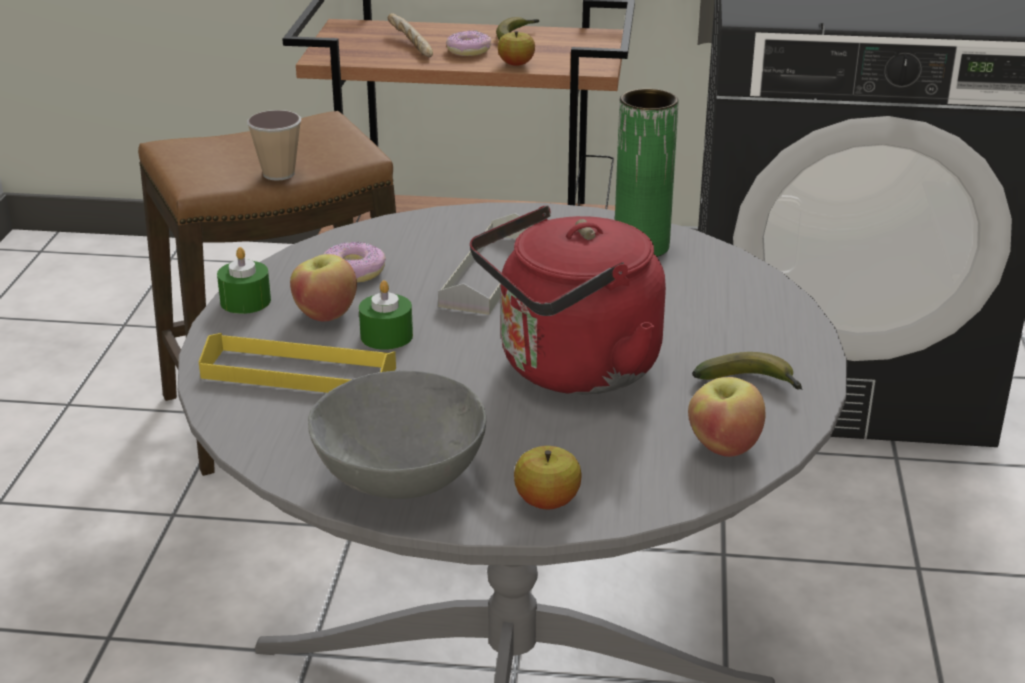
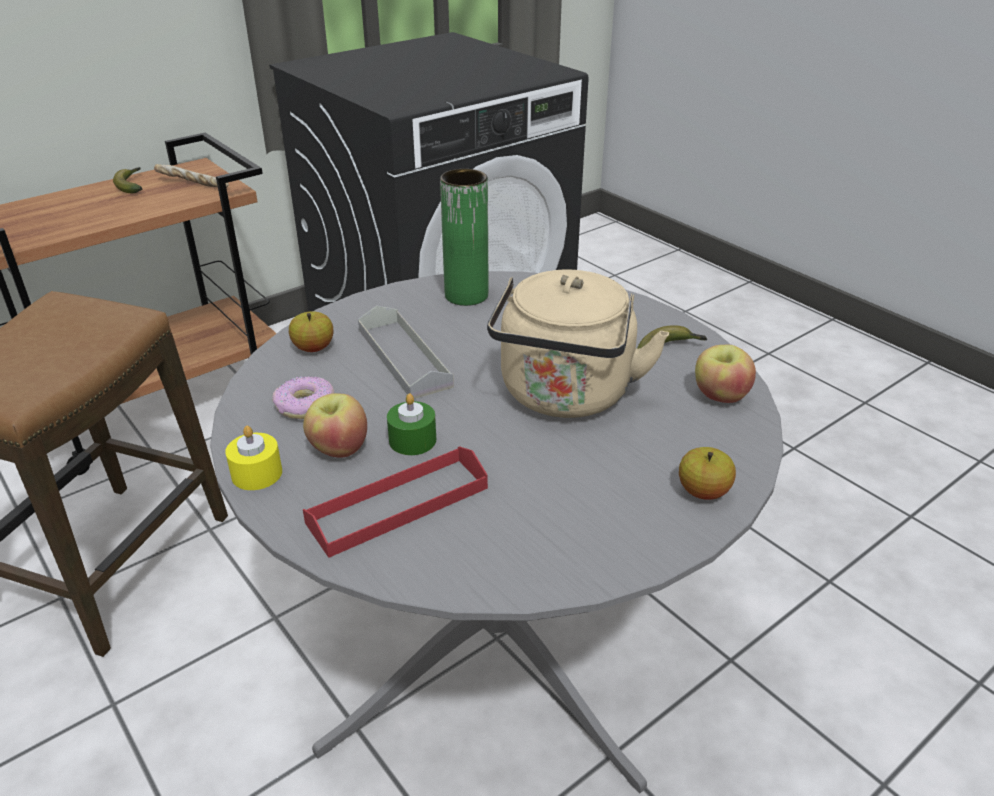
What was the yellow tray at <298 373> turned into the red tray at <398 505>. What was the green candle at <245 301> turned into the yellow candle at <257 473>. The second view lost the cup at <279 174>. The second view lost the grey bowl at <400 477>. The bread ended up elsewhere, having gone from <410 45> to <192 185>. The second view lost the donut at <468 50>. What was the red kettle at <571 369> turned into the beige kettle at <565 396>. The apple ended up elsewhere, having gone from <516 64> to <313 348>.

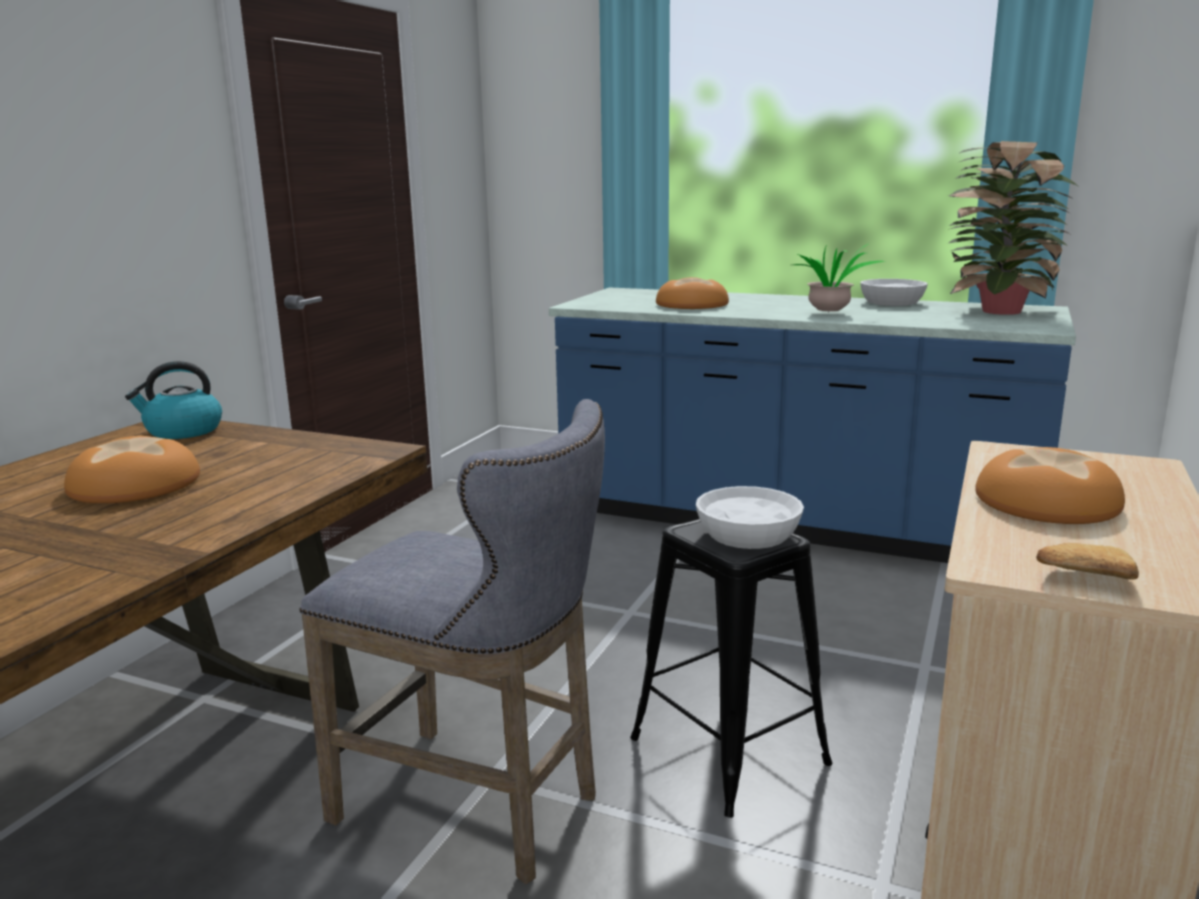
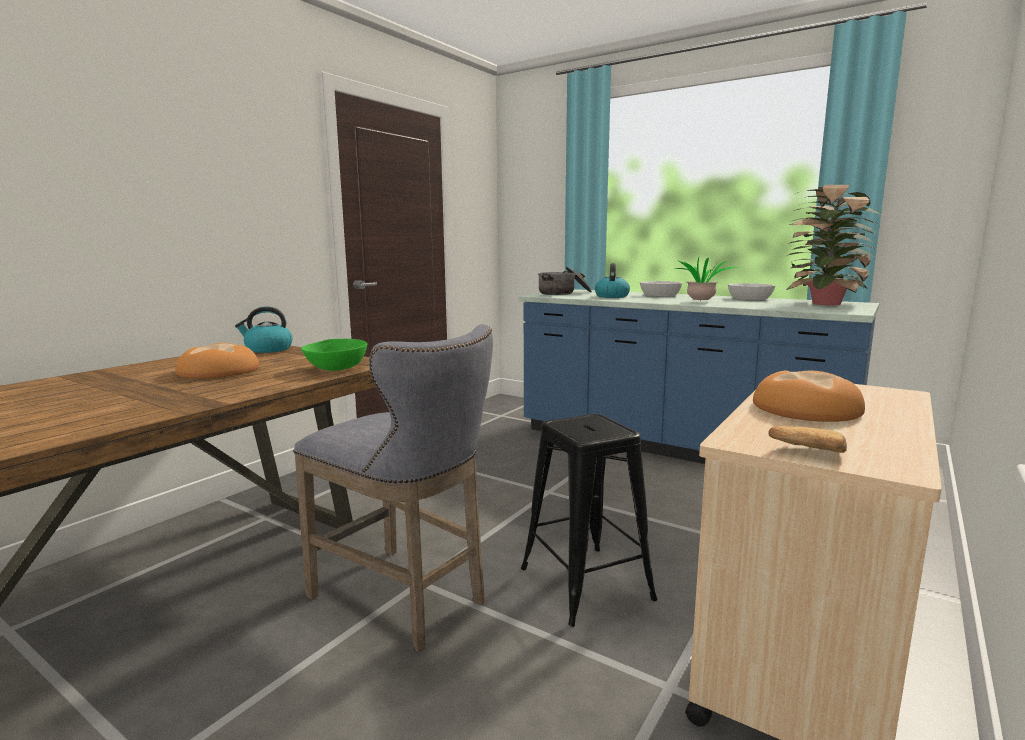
Where the bread stood at <691 304>, the kettle came to stand at <611 296>. The white bowl ended up elsewhere, having gone from <748 534> to <660 295>. The second view gained the green bowl at <336 368>. The second view gained the cooking pot at <564 293>.

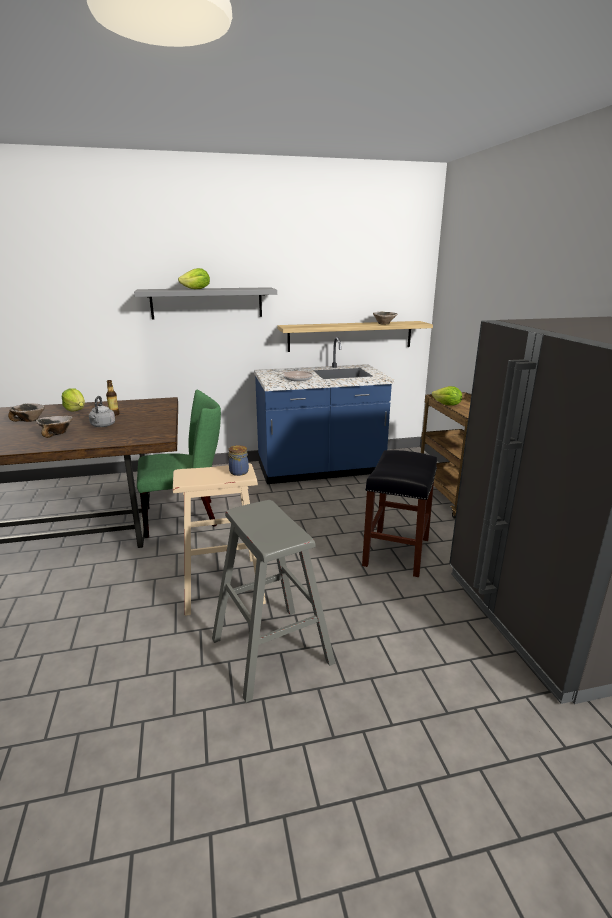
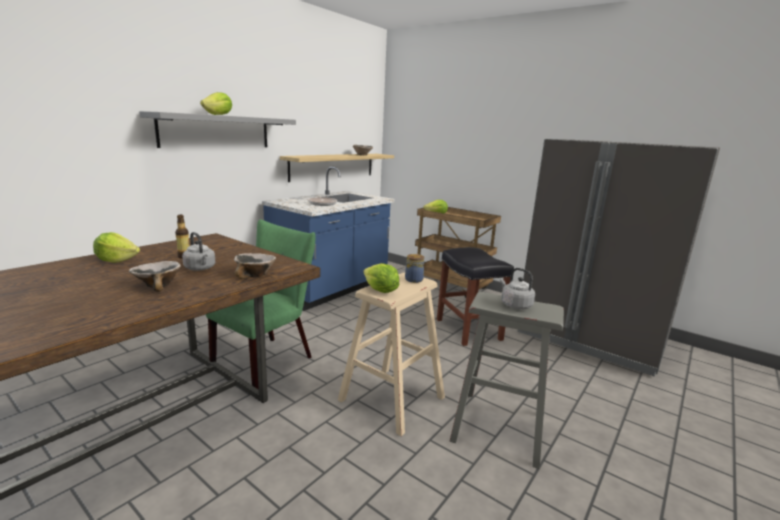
The bowl ended up elsewhere, having gone from <30 420> to <255 274>. The second view gained the lettuce at <380 291>. The second view gained the grey kettle at <514 305>.

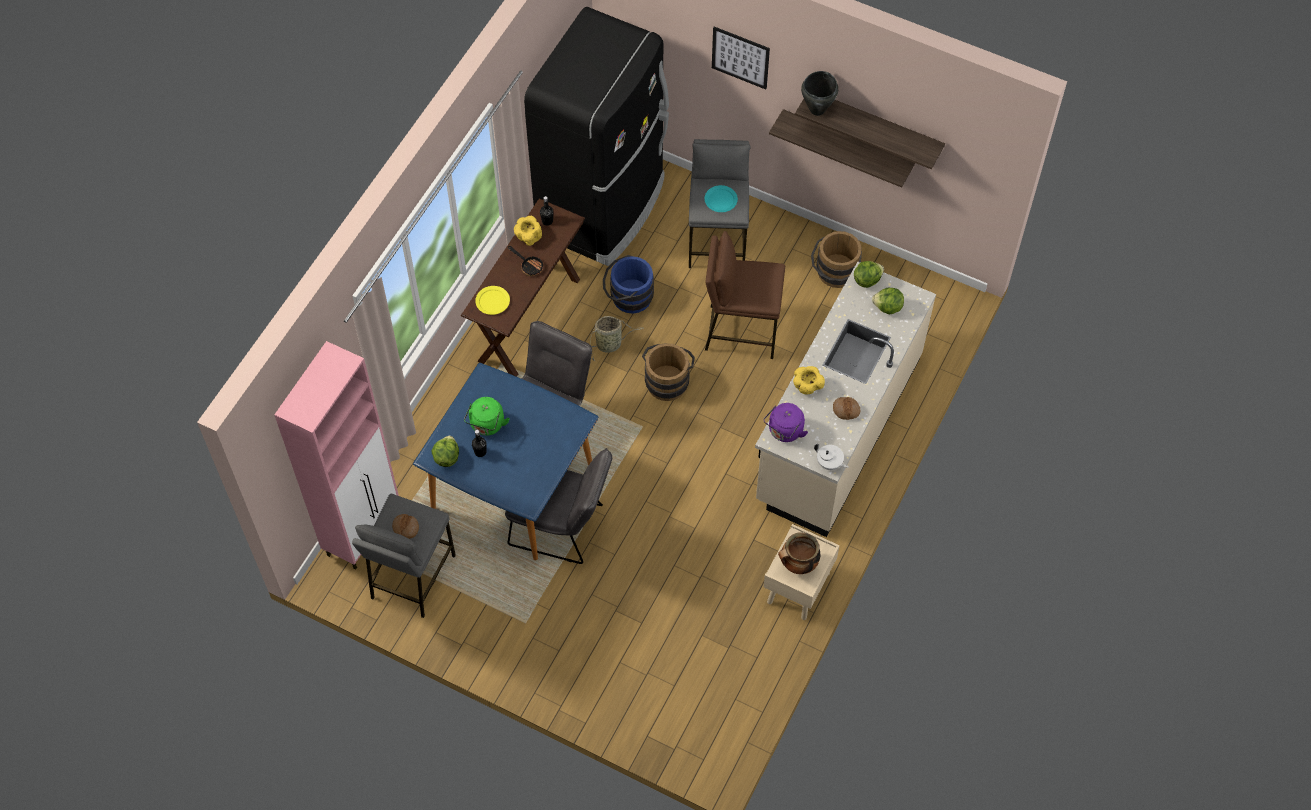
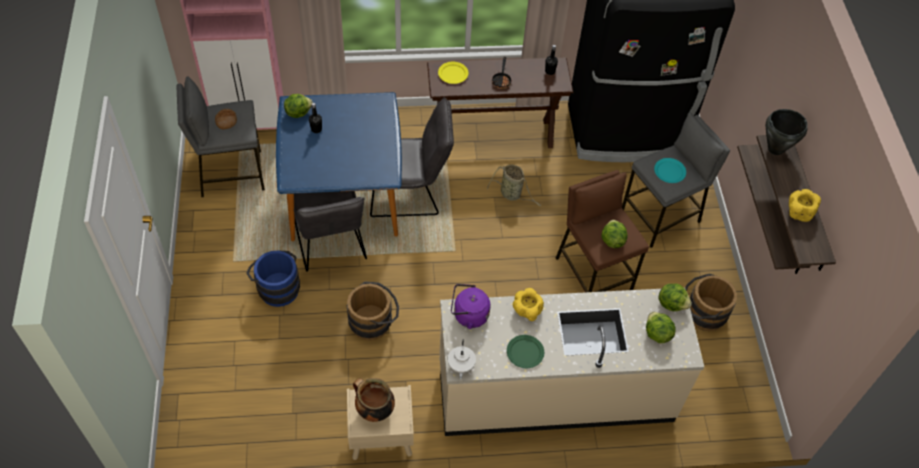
The second view lost the green kettle at <487 425>. The yellow bowl ended up elsewhere, having gone from <528 237> to <799 212>. The blue bucket ended up elsewhere, having gone from <627 297> to <277 287>. The brown bucket ended up elsewhere, having gone from <667 379> to <374 321>. The second view lost the picture at <740 57>. Where the bread stood at <846 410>, the green plate came to stand at <525 352>. The second view gained the lettuce at <612 240>.

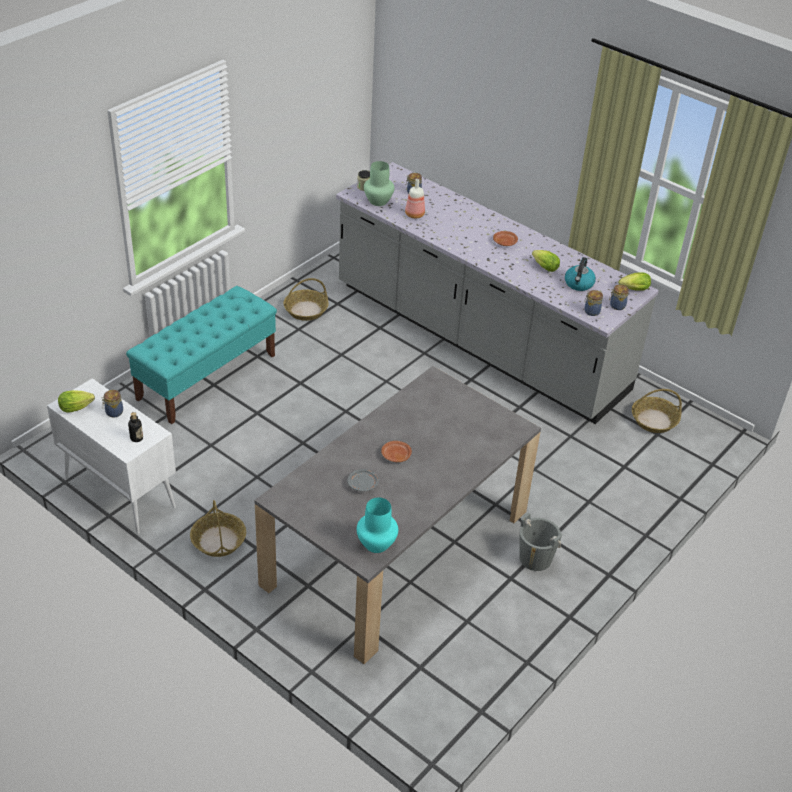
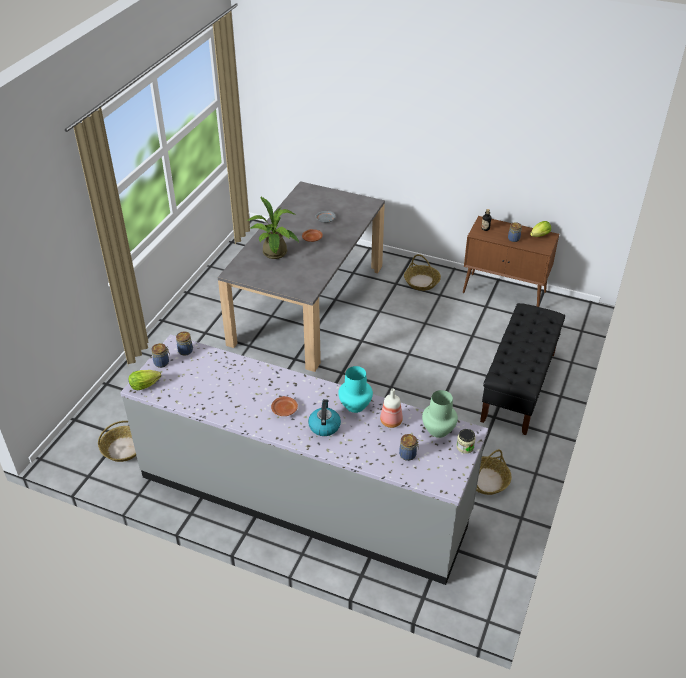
What was the white cabinet at <119 492> turned into the brown cabinet at <505 292>. What was the turquoise bench at <207 376> turned into the black bench at <518 387>. The turquoise vase ended up elsewhere, having gone from <375 544> to <355 405>. The second view lost the grey bucket at <535 558>. The second view lost the lettuce at <543 267>. The kettle ended up elsewhere, having gone from <579 284> to <324 426>. The second view gained the potted plant at <275 255>.

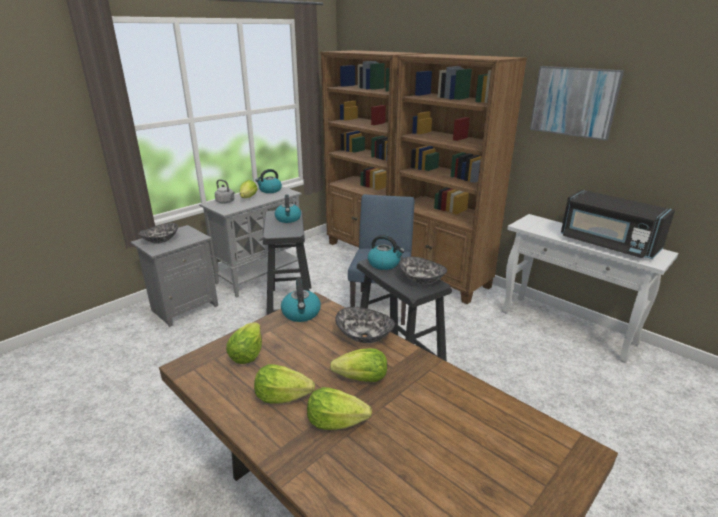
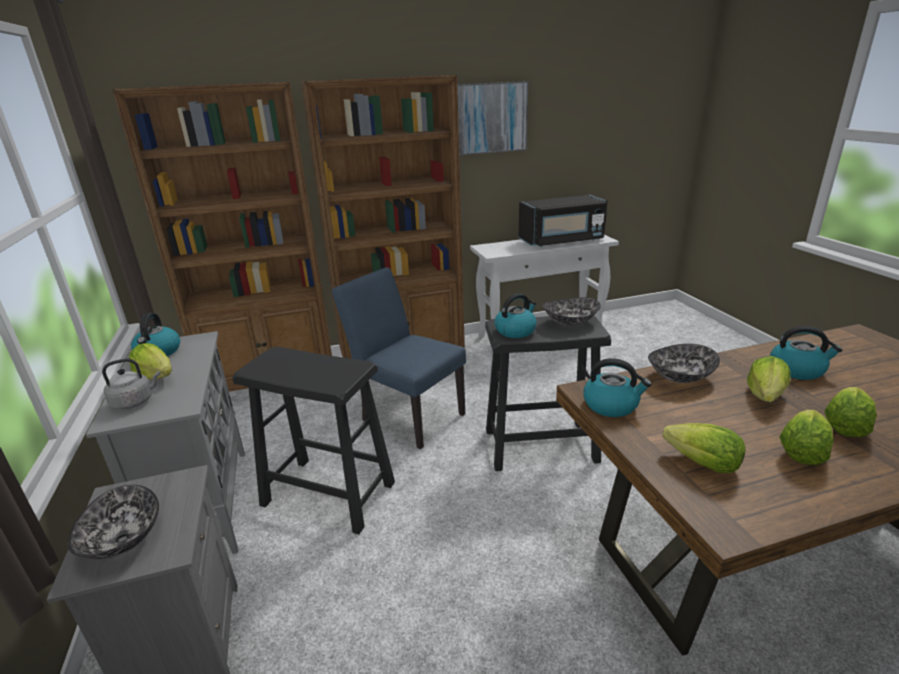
The kettle ended up elsewhere, having gone from <288 219> to <797 370>.

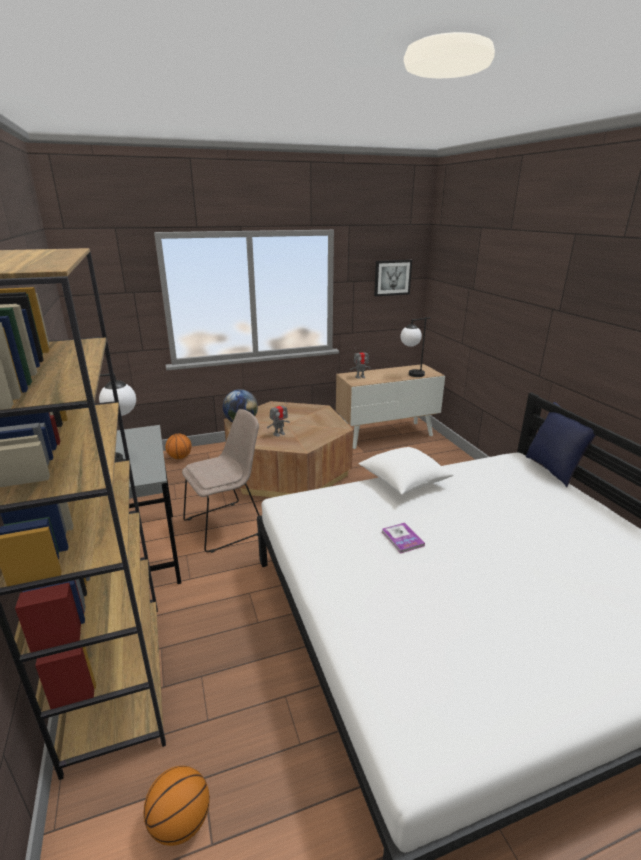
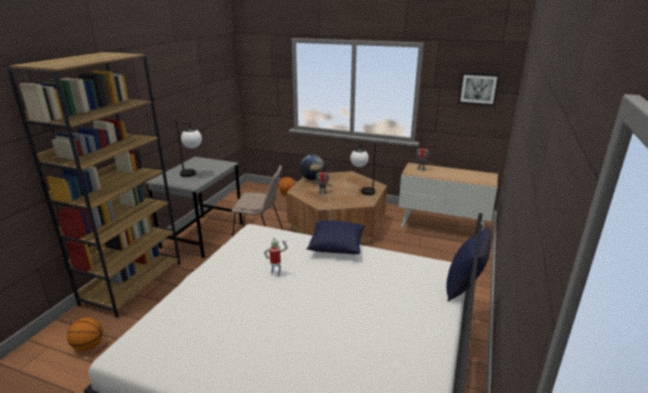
What was the white pillow at <403 481> turned into the blue pillow at <336 246>. Where the book stood at <402 538>, the toy robot came to stand at <276 274>. The table lamp ended up elsewhere, having gone from <411 375> to <362 192>.

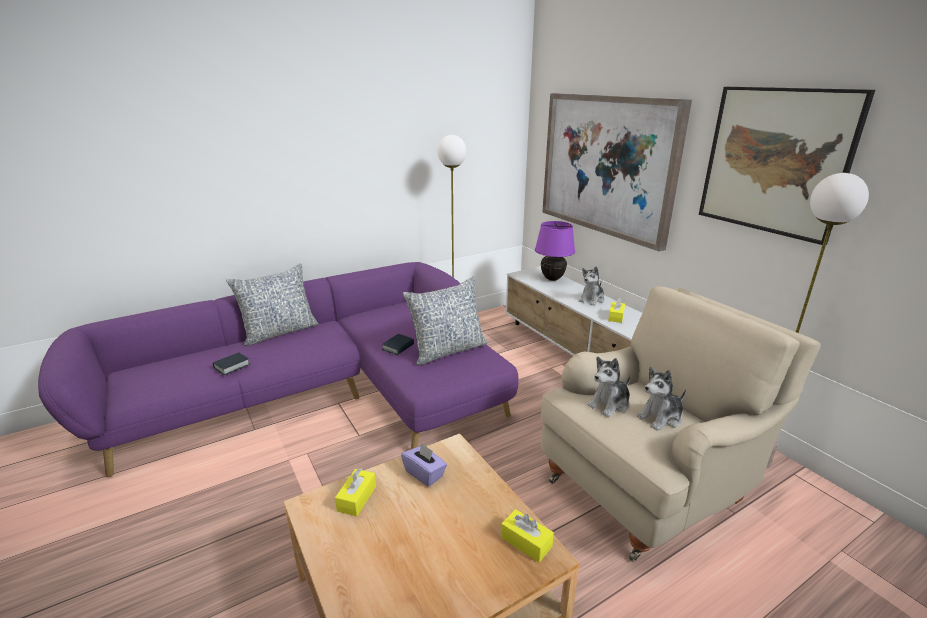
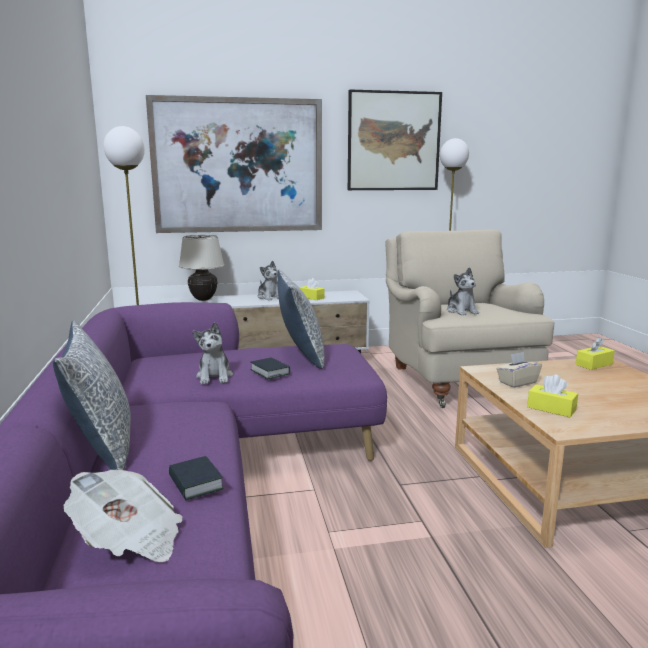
What was the purple tissue box at <424 474> turned into the beige tissue box at <517 382>. What was the purple table lamp at <552 279> turned into the beige table lamp at <203 299>. The plush toy ended up elsewhere, having gone from <661 417> to <215 376>. The second view gained the newspaper at <129 540>.

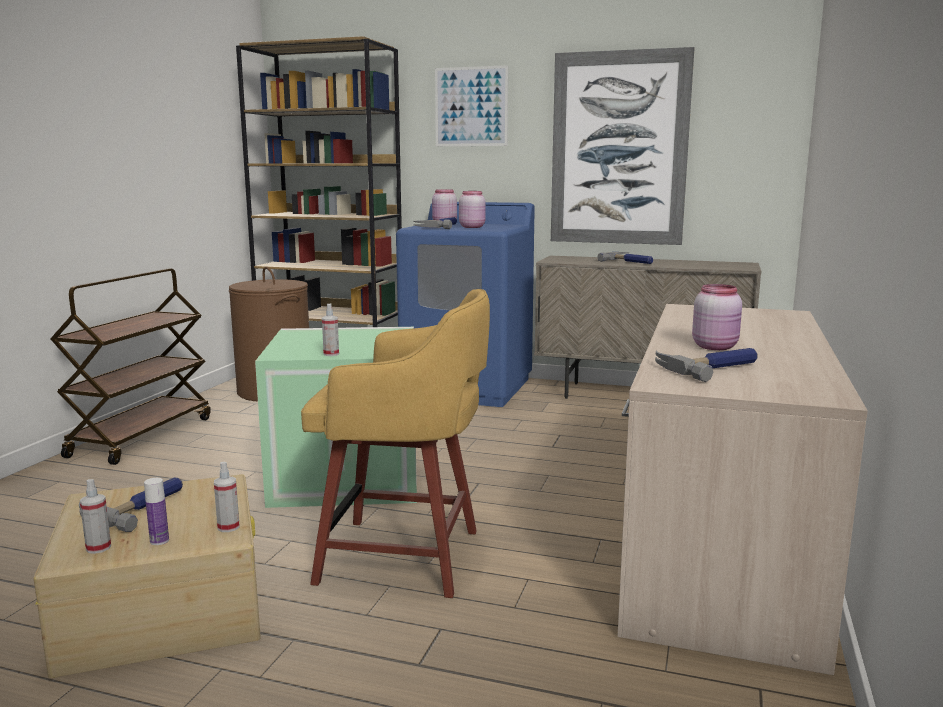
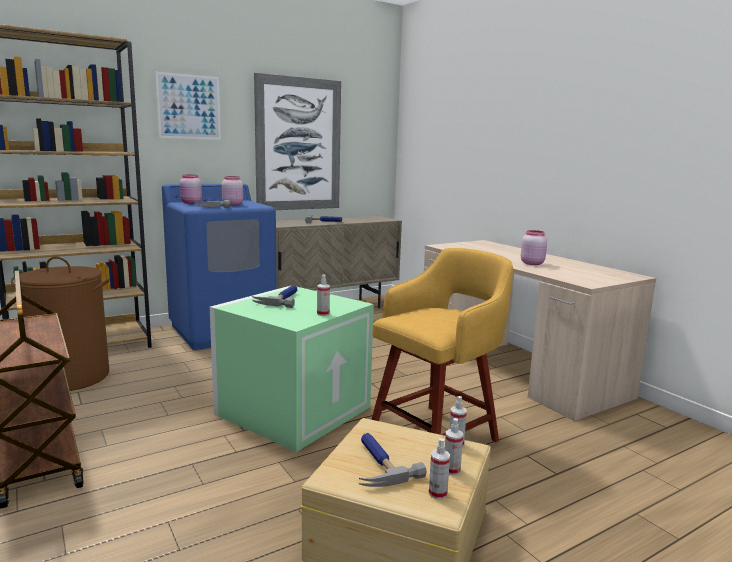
Where the bottle stood at <159 541>, the spray bottle came to stand at <451 470>. The hammer ended up elsewhere, having gone from <711 367> to <281 299>.

